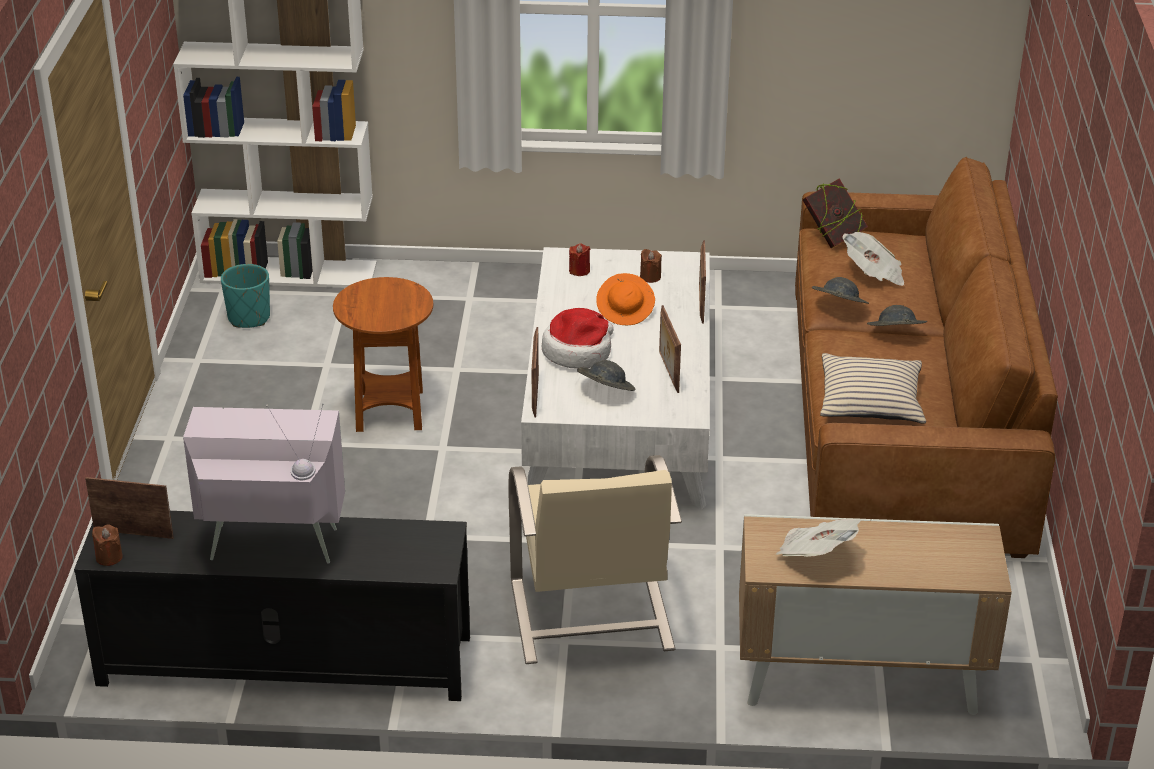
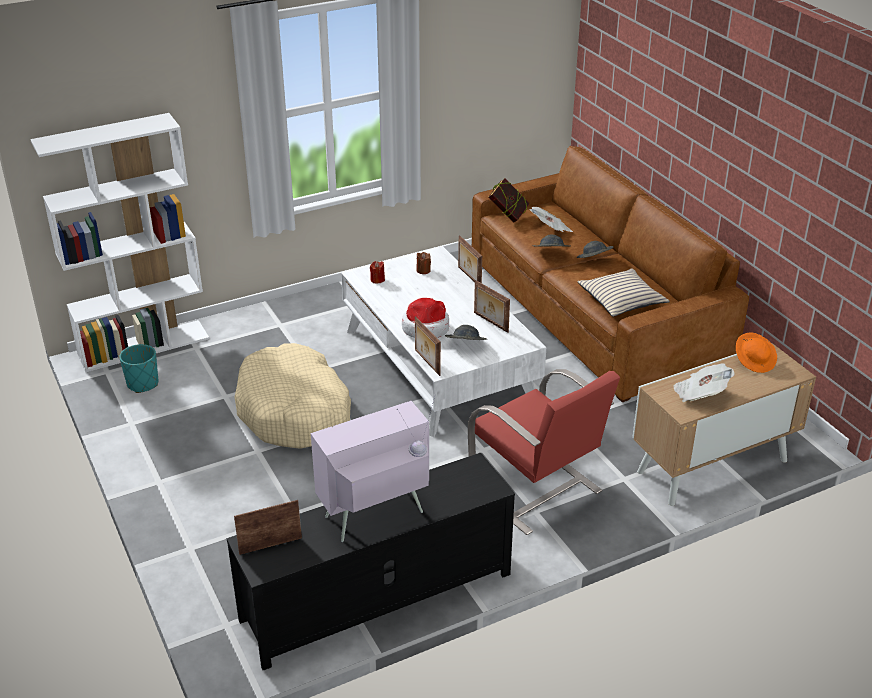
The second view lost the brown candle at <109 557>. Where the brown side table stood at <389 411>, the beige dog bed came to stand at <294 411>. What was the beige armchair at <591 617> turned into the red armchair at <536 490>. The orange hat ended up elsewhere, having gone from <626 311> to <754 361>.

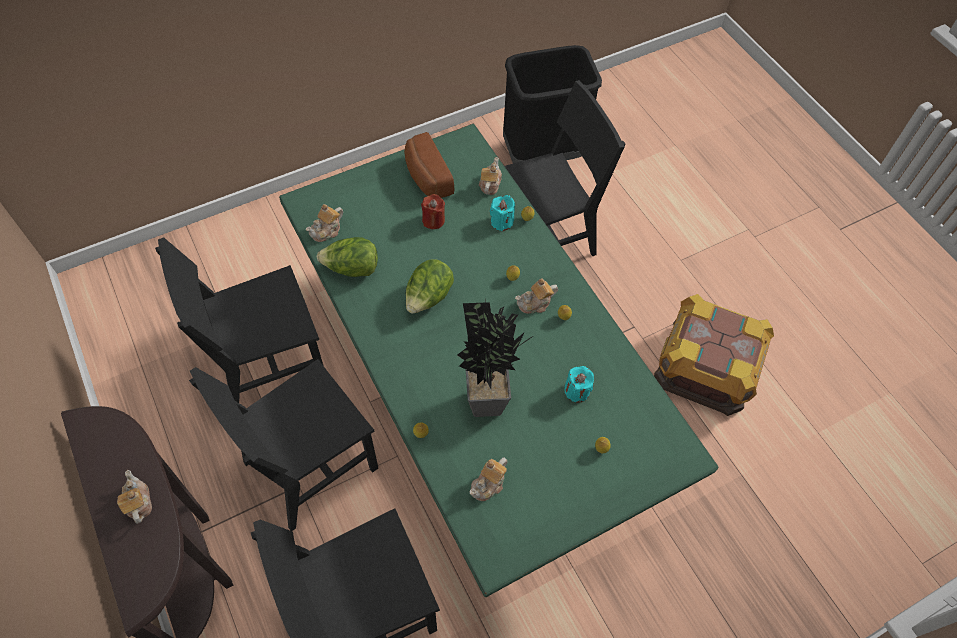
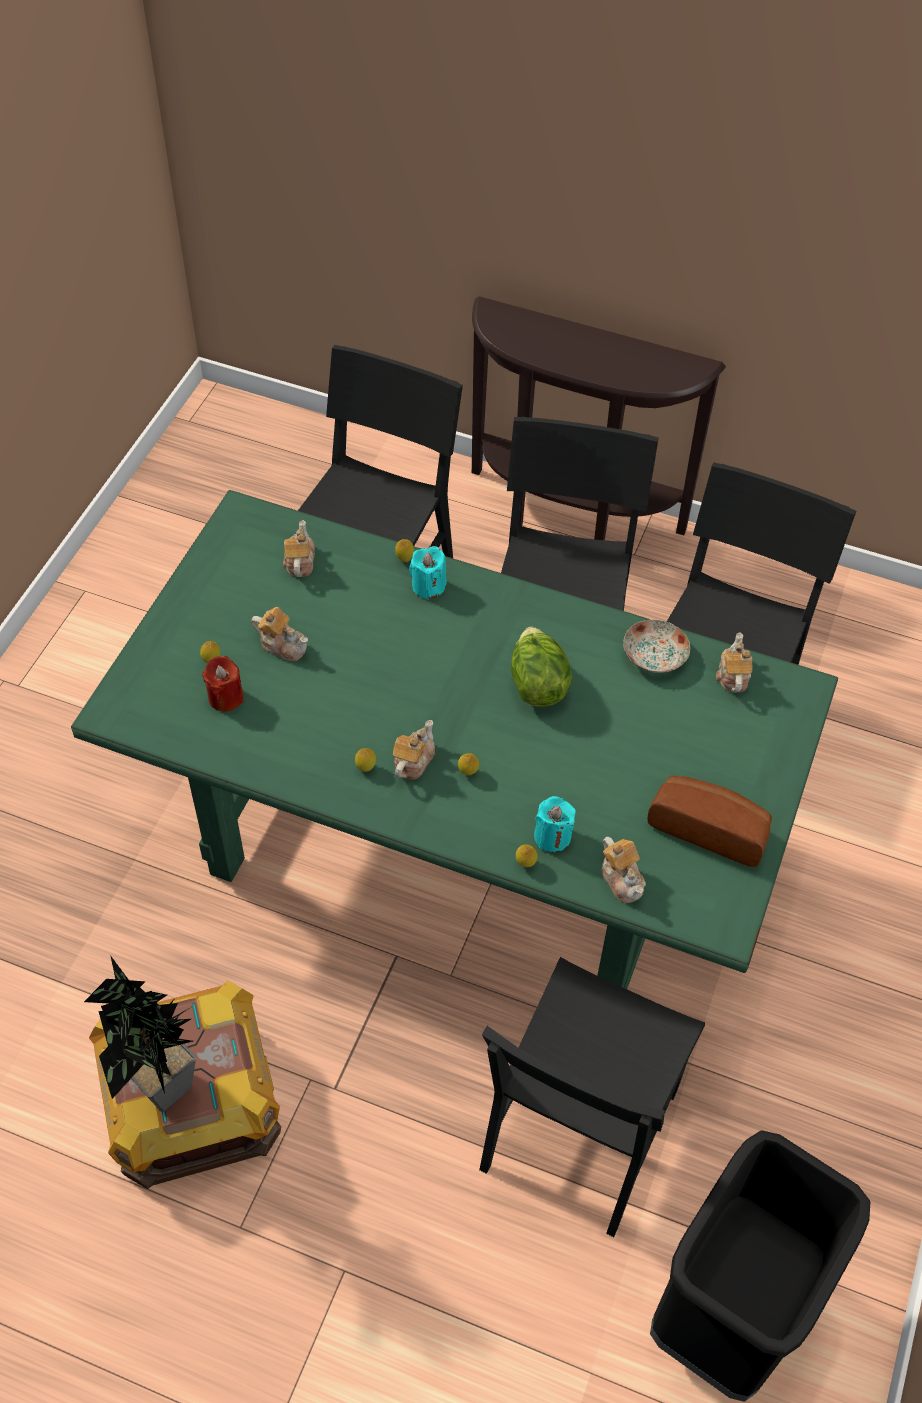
The teapot ended up elsewhere, having gone from <138 503> to <283 645>. Where the lettuce stood at <352 269>, the plate came to stand at <653 655>. The red candle ended up elsewhere, having gone from <433 220> to <225 697>. The potted plant ended up elsewhere, having gone from <489 397> to <166 1094>. The turquoise candle ended up elsewhere, having gone from <577 391> to <428 586>.

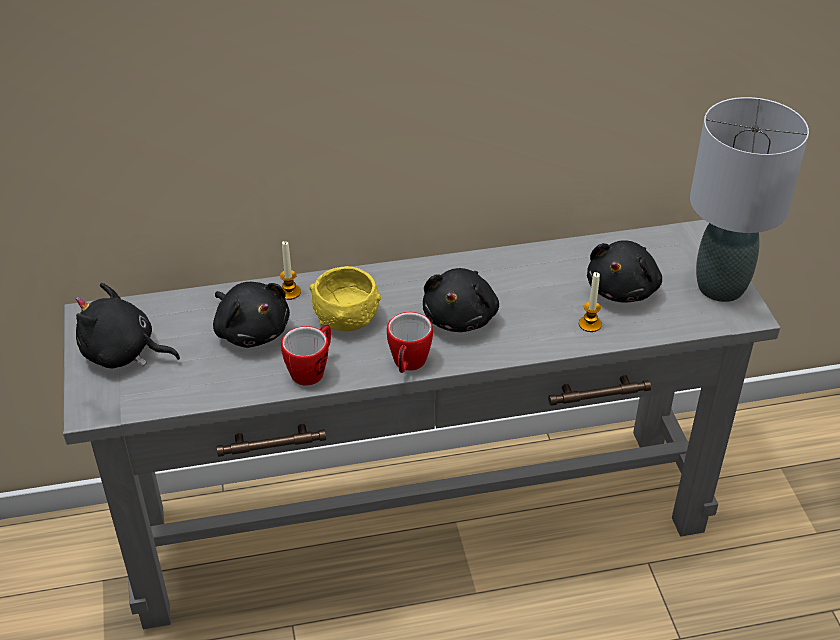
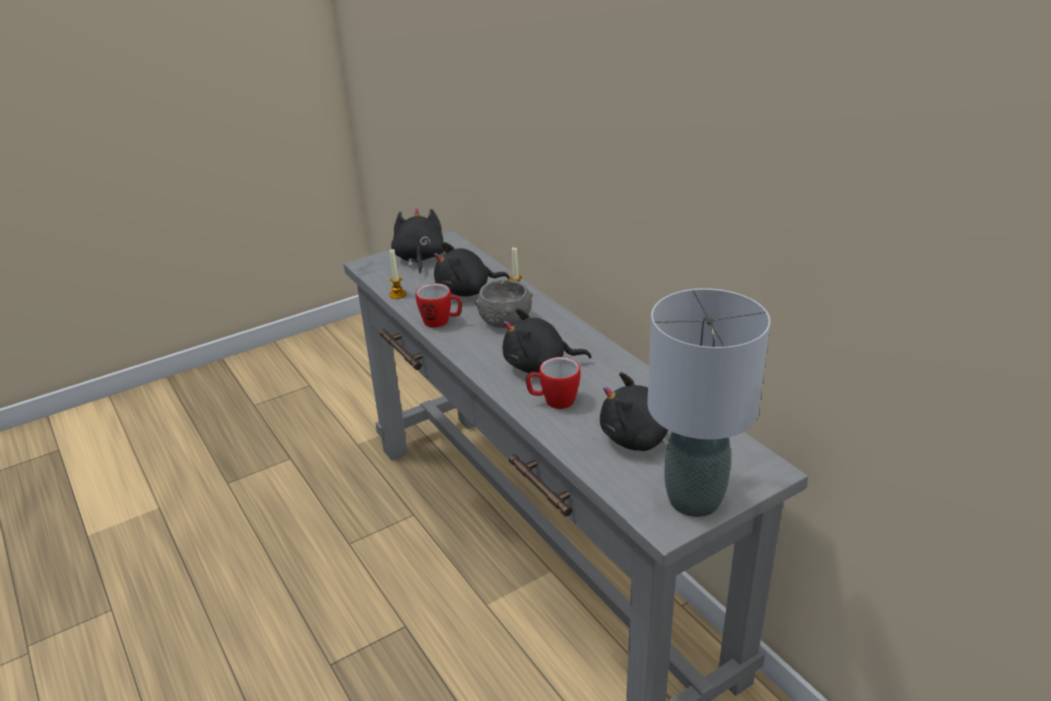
The black plush toy at <251 330> ended up facing another way, 45 degrees clockwise from before. What was the yellow bowl at <346 317> turned into the grey bowl at <505 320>. The mug ended up elsewhere, having gone from <408 365> to <553 401>. The candle ended up elsewhere, having gone from <590 324> to <397 294>.

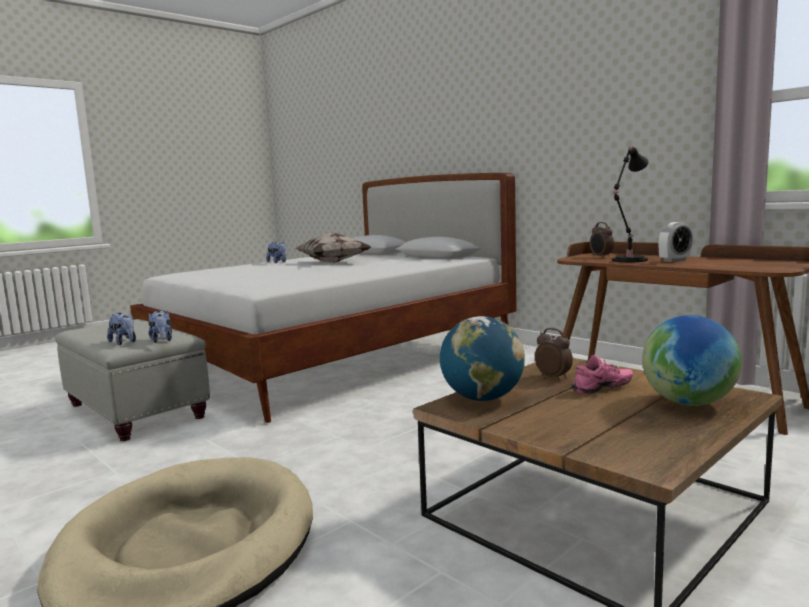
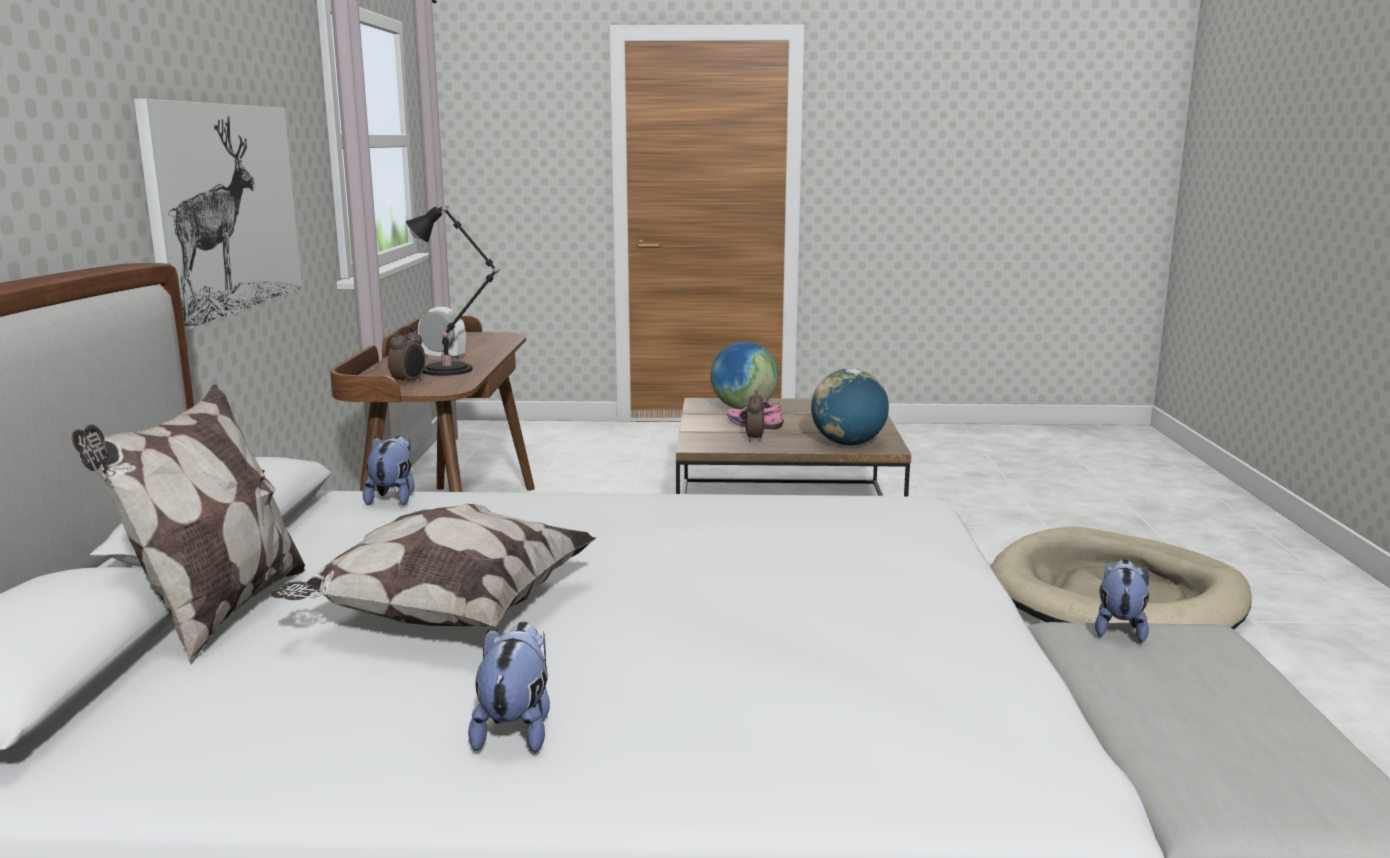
The plush toy ended up elsewhere, having gone from <124 342> to <393 498>. The second view gained the pillow at <217 613>. The second view gained the picture at <225 208>.

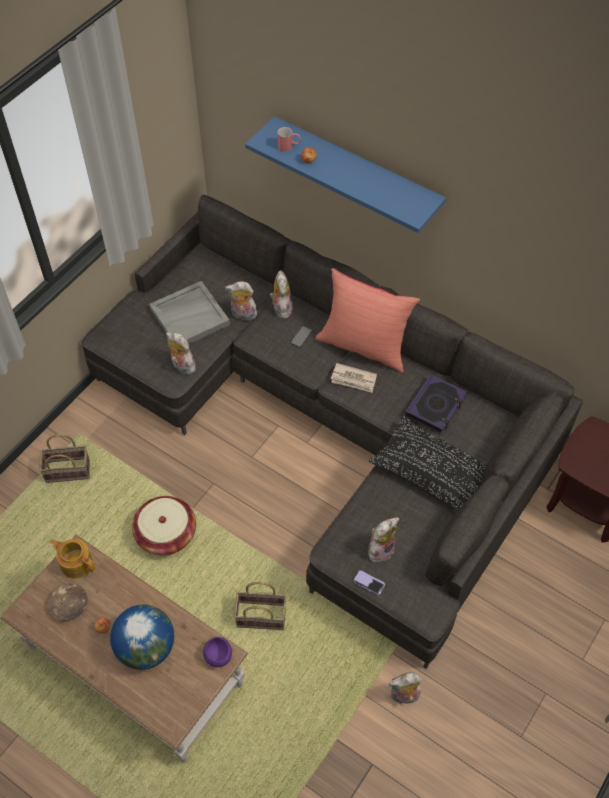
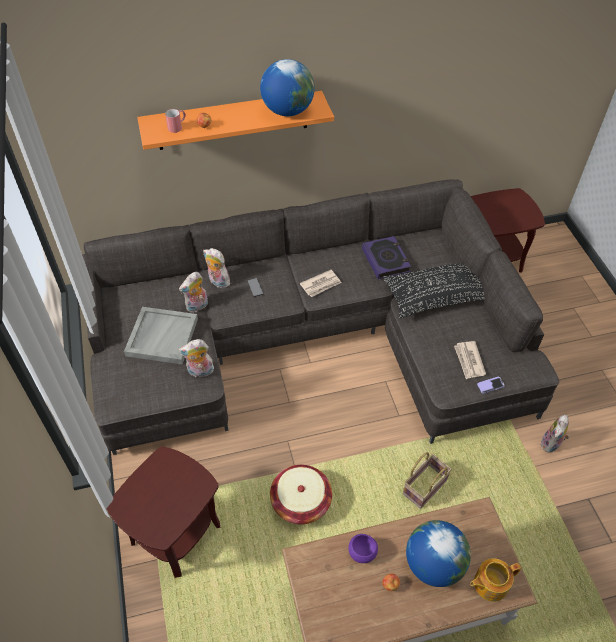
Where the basket stood at <69 470>, the brown side table came to stand at <175 533>. The second view lost the brown bowl at <70 605>. The teapot ended up elsewhere, having gone from <76 563> to <489 584>. The purple bowl ended up elsewhere, having gone from <218 656> to <362 553>. What was the blue shelf at <356 172> turned into the orange shelf at <233 120>. The second view lost the red pillow at <364 345>. Where the plush toy stood at <380 548>, the newspaper came to stand at <469 361>. The second view gained the globe at <287 111>.

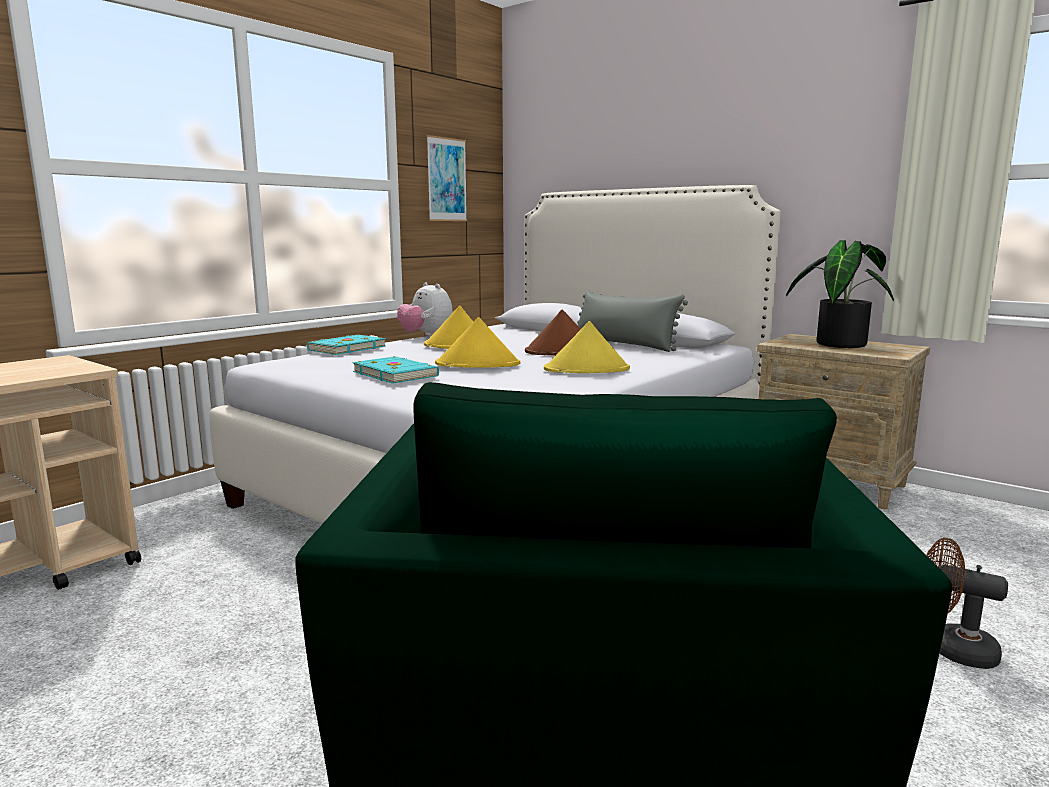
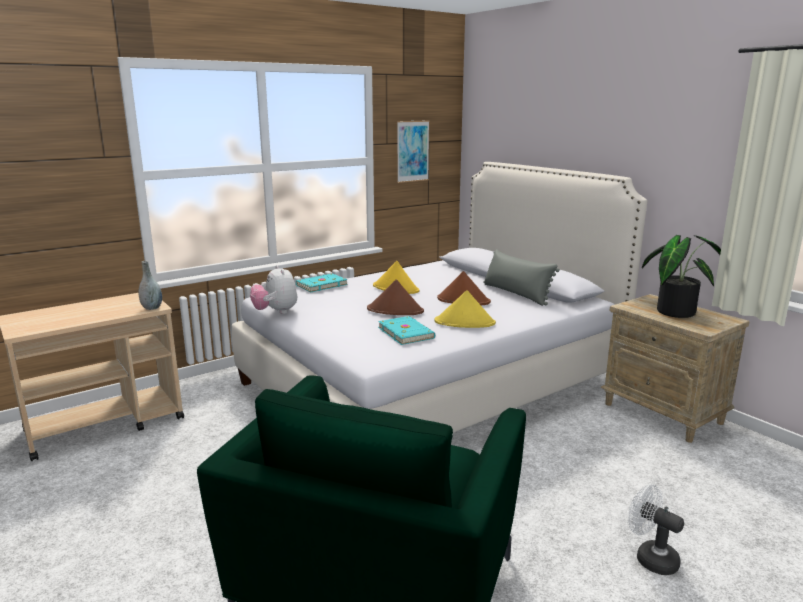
The turquoise book ended up elsewhere, having gone from <396 374> to <406 332>. The plush toy ended up elsewhere, having gone from <426 336> to <276 312>. What was the yellow hat at <478 364> turned into the brown hat at <395 310>. What was the brown fan at <952 649> turned into the white fan at <650 557>. The second view gained the grey vase at <152 308>.

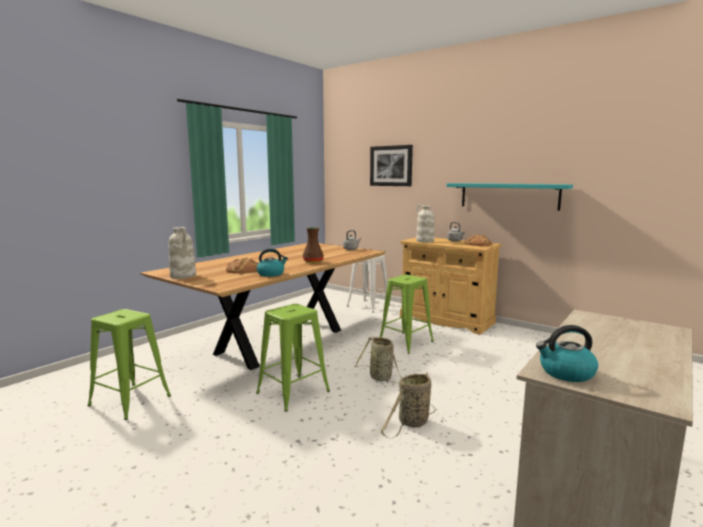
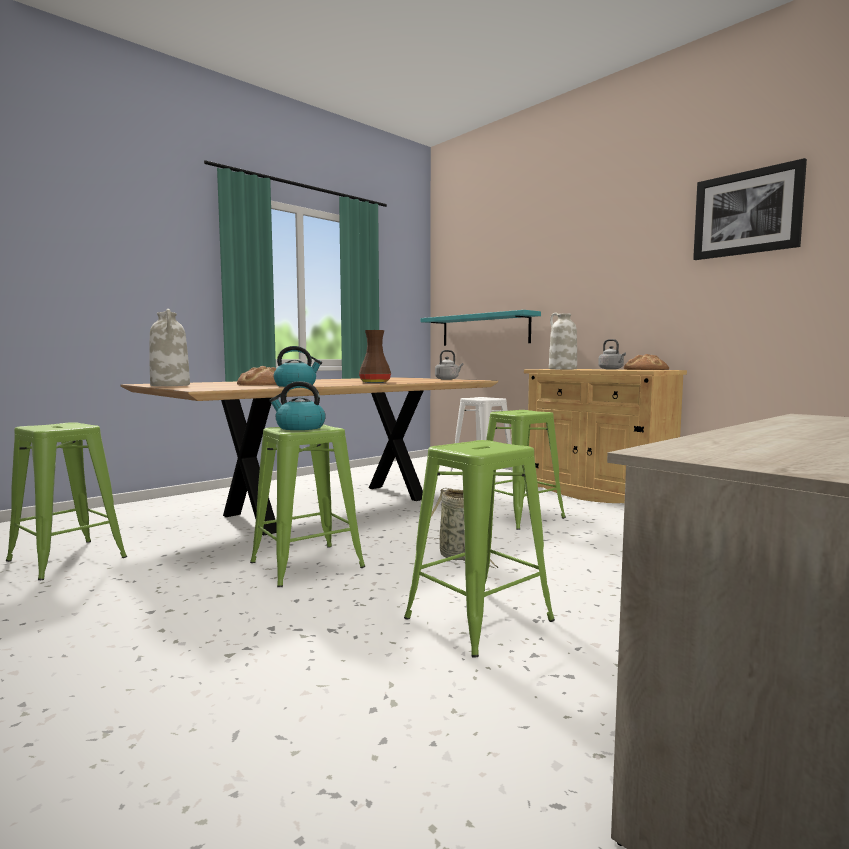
The picture ended up elsewhere, having gone from <391 166> to <747 213>. Where the basket stood at <412 423>, the green stool came to stand at <480 619>. The turquoise shelf ended up elsewhere, having gone from <508 196> to <484 330>. The kettle ended up elsewhere, having gone from <566 373> to <299 428>.

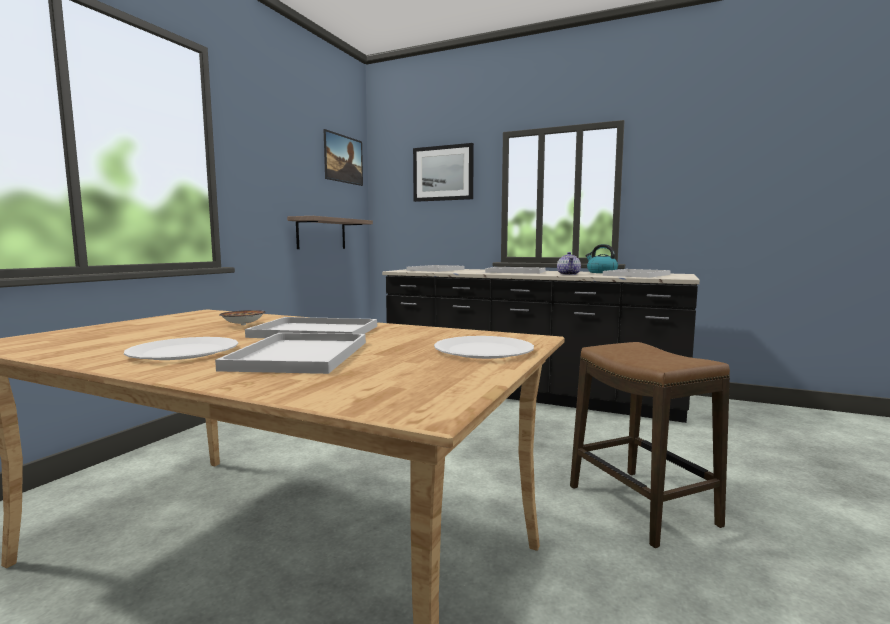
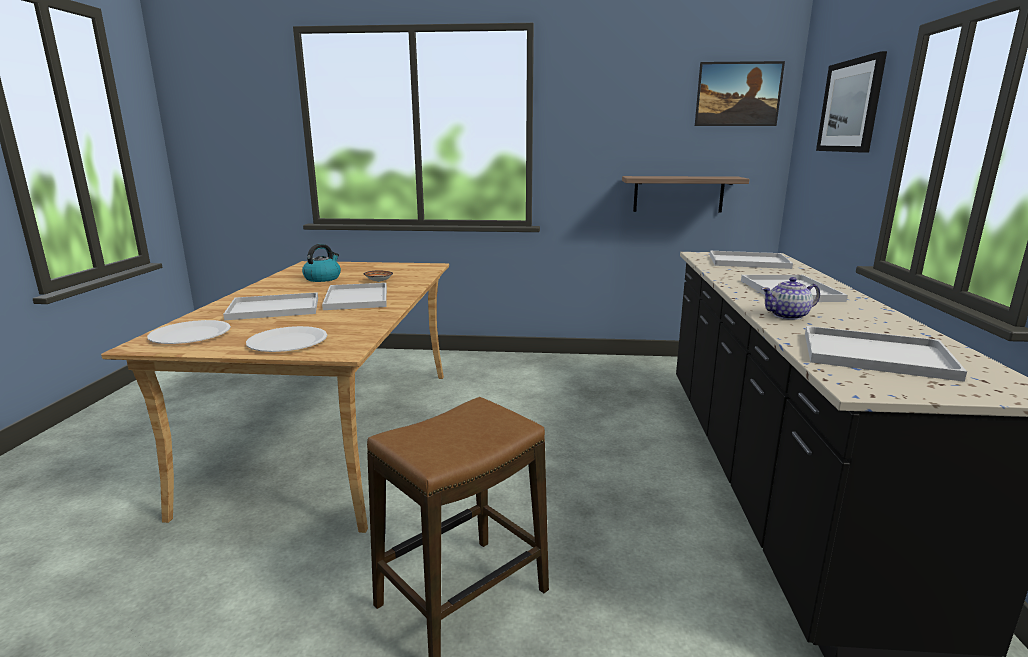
The white plate ended up elsewhere, having gone from <183 352> to <190 334>. The kettle ended up elsewhere, having gone from <601 272> to <323 278>.

